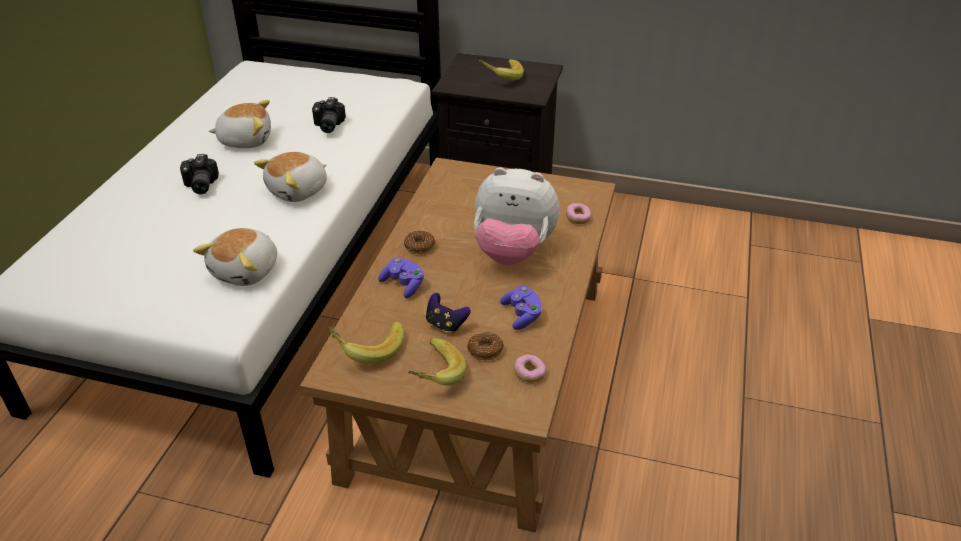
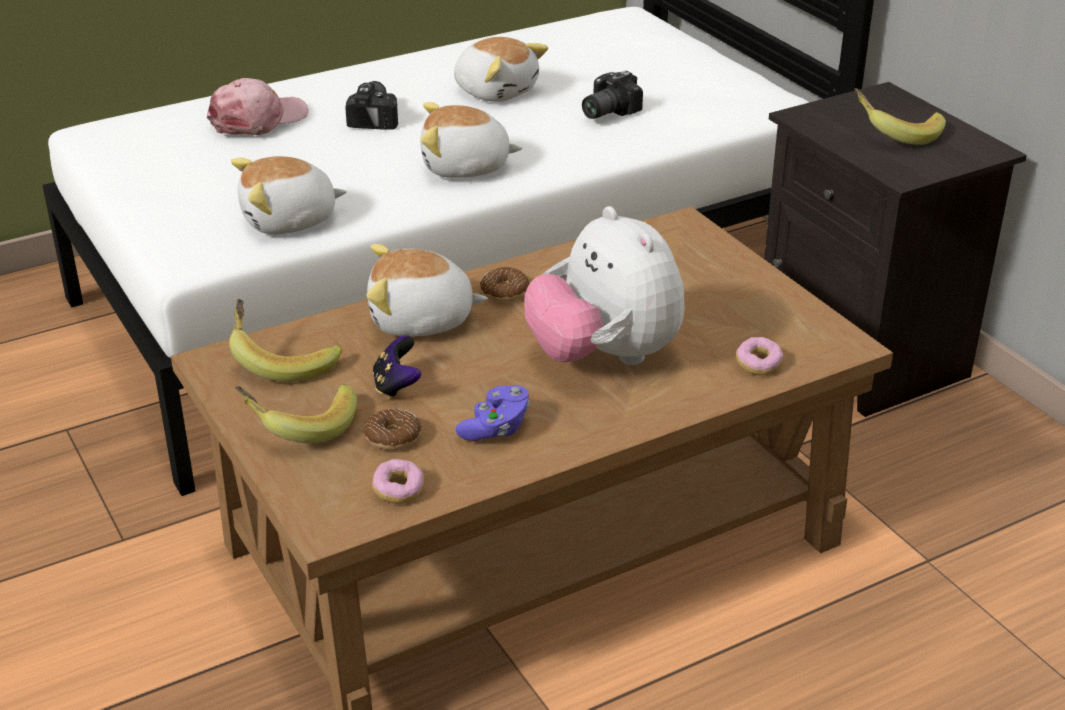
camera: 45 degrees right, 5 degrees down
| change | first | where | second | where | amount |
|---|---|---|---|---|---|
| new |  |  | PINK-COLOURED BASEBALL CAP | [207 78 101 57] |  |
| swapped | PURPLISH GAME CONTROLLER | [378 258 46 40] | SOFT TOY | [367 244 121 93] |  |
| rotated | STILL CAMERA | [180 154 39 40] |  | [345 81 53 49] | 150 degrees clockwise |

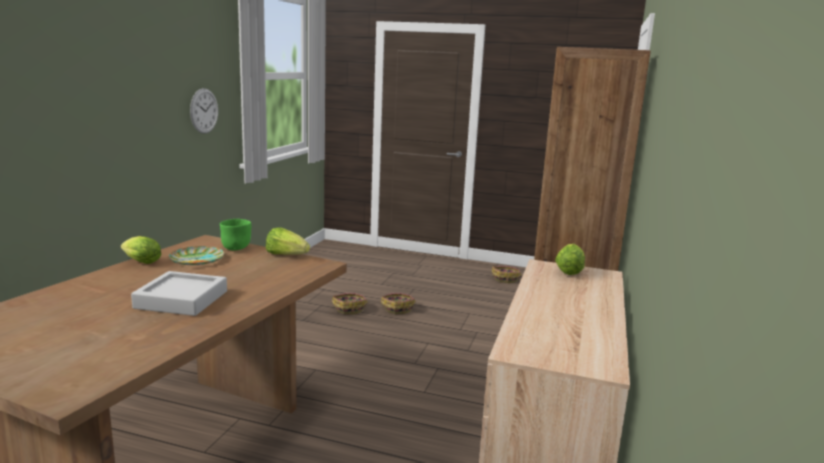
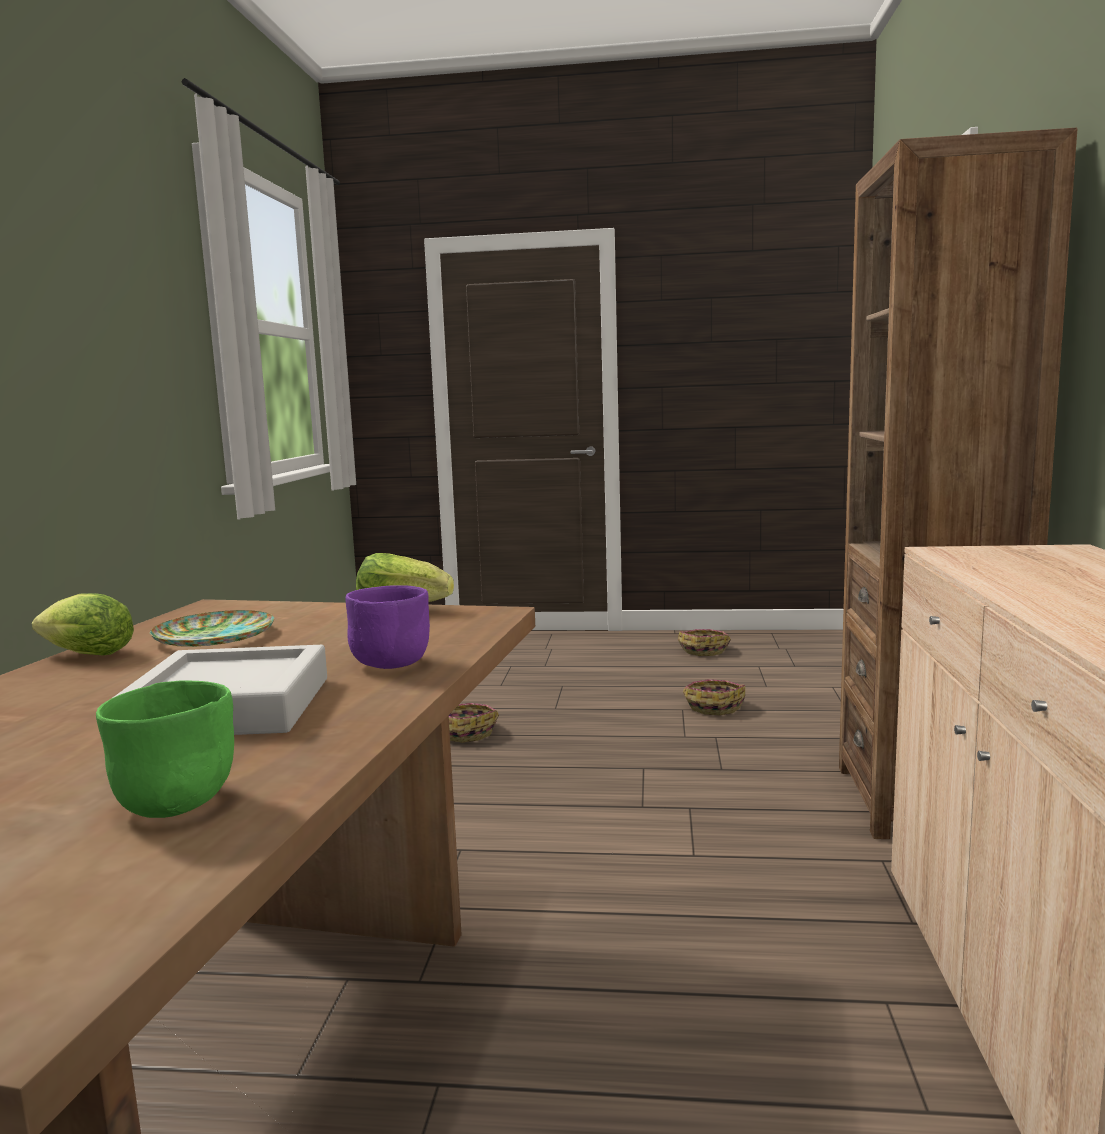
camera: 10 degrees left, 5 degrees down
| change | first | where | second | where | amount |
|---|---|---|---|---|---|
| gone | HANGING CLOCK | [190 88 28 46] |  |  |  |
| gone | HEAD OF LETTUCE | [555 244 30 31] |  |  |  |
| new |  |  | PURPLISH DEEP DISH | [346 585 84 84] |  |
| shifted | GREEN DEEP DISH | [220 219 31 32] |  | [96 680 138 138] |  |
| shifted | STORAGE BASKET | [381 293 35 21] |  | [683 679 62 36] |  |

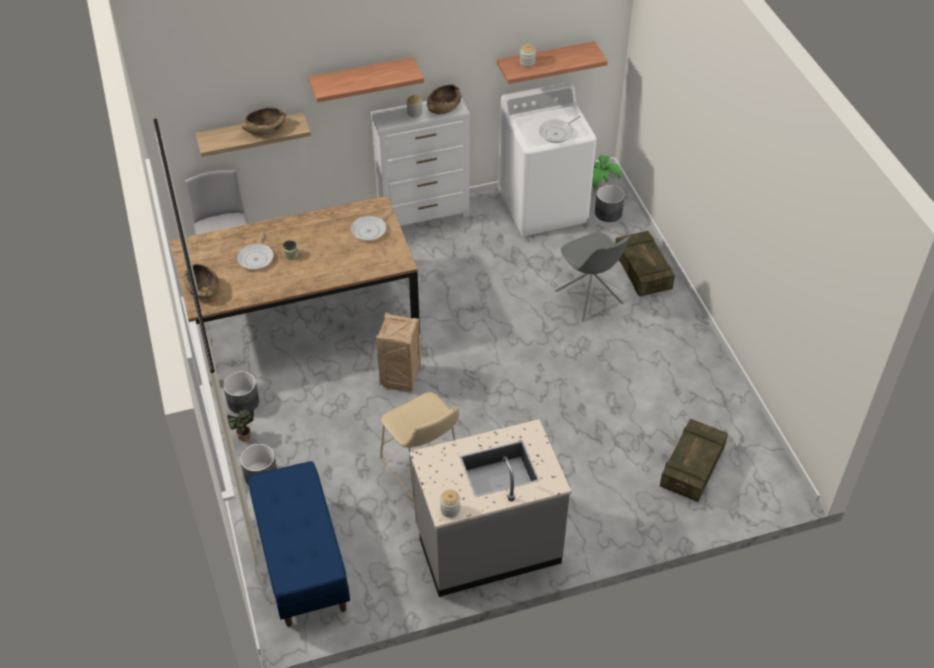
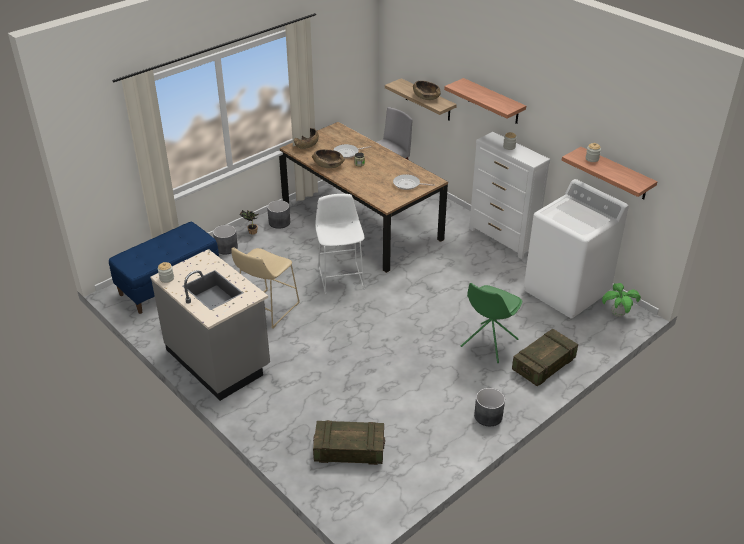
camera: 65 degrees right, 10 degrees down
| change | first | where | second | where | amount |
|---|---|---|---|---|---|
| gone | SKILLET | [539 116 42 27] |  |  |  |
| shifted | BROWN-COLOURED DEEP DISH | [427 85 34 29] |  | [312 149 33 19] |  |
| shifted | GREYISH FLOWER POT | [595 185 30 37] |  | [474 388 31 38] |  |
| swapped | CRATE | [376 313 45 79] | WHITISH STOOL SEAT | [315 194 50 101] |  |
| repainted | GREYISH CHAIR | [556 233 73 88] | GREEN CHAIR | [461 283 61 80] |  |

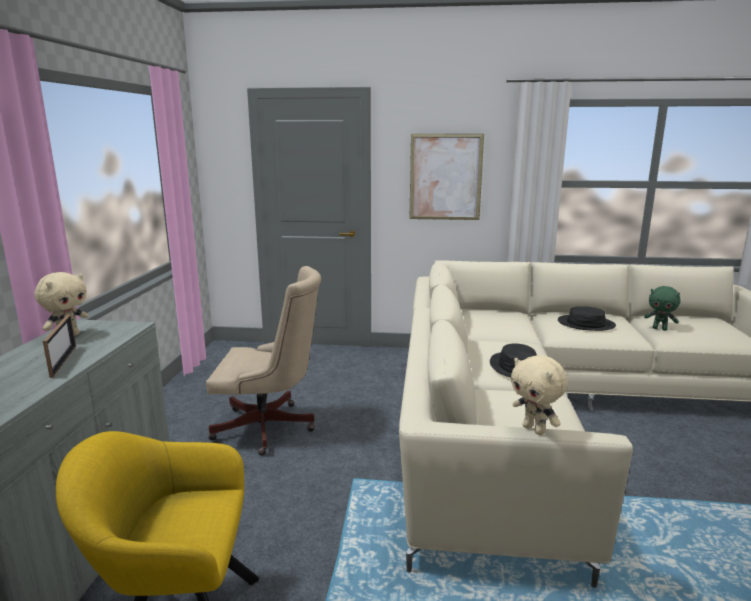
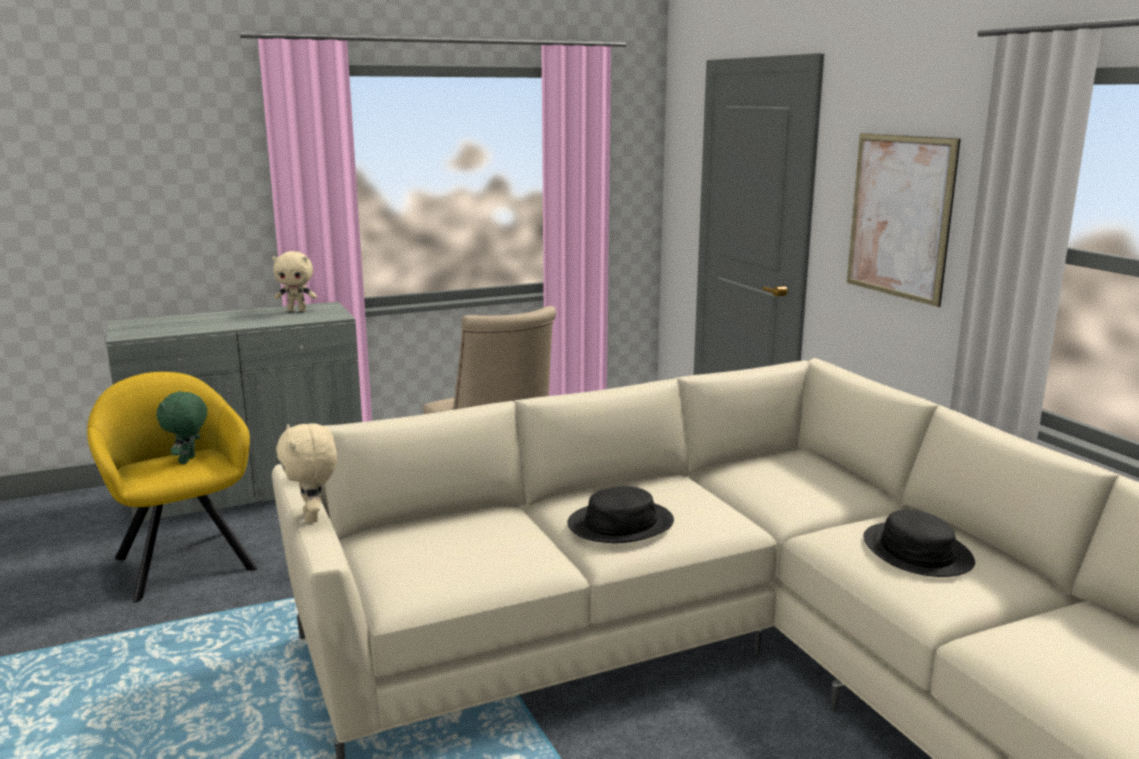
camera: 60 degrees right, 0 degrees up
| change | first | where | second | where | amount |
|---|---|---|---|---|---|
| gone | STANDING FRAME | [43 315 33 63] |  |  |  |
| shifted | GREEN SOFT TOY | [644 286 37 45] |  | [157 391 50 73] |  |
| rotated | BEIGE-COLOURED SOFT TOY | [511 355 57 80] |  | [276 423 61 100] | 45 degrees counterclockwise |

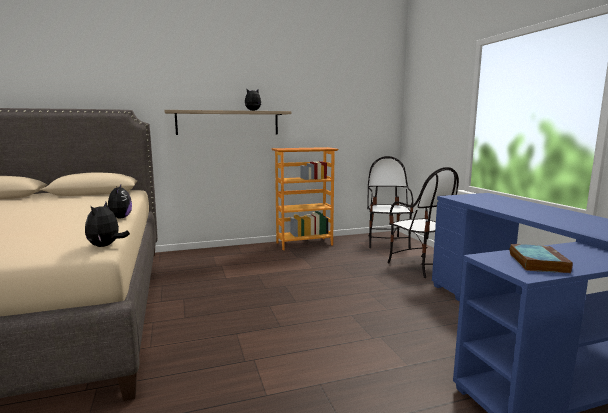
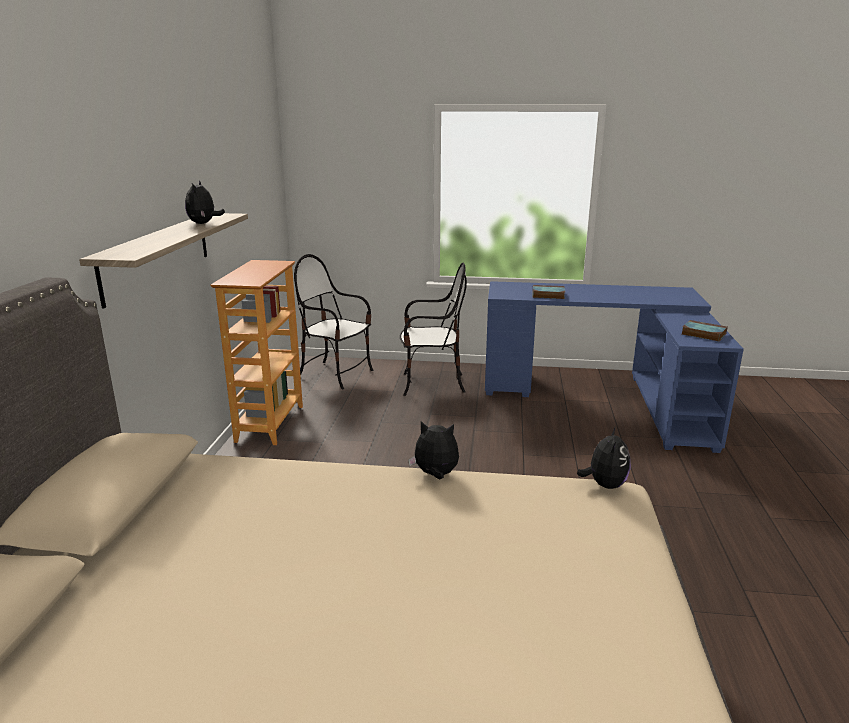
camera: 65 degrees left, 10 degrees up
| change | first | where | second | where | amount |
|---|---|---|---|---|---|
| new |  |  | VOLUME | [532 285 33 14] |  |
| rotated | SOFT TOY | [85 202 45 45] |  | [577 426 54 63] | 105 degrees counterclockwise |

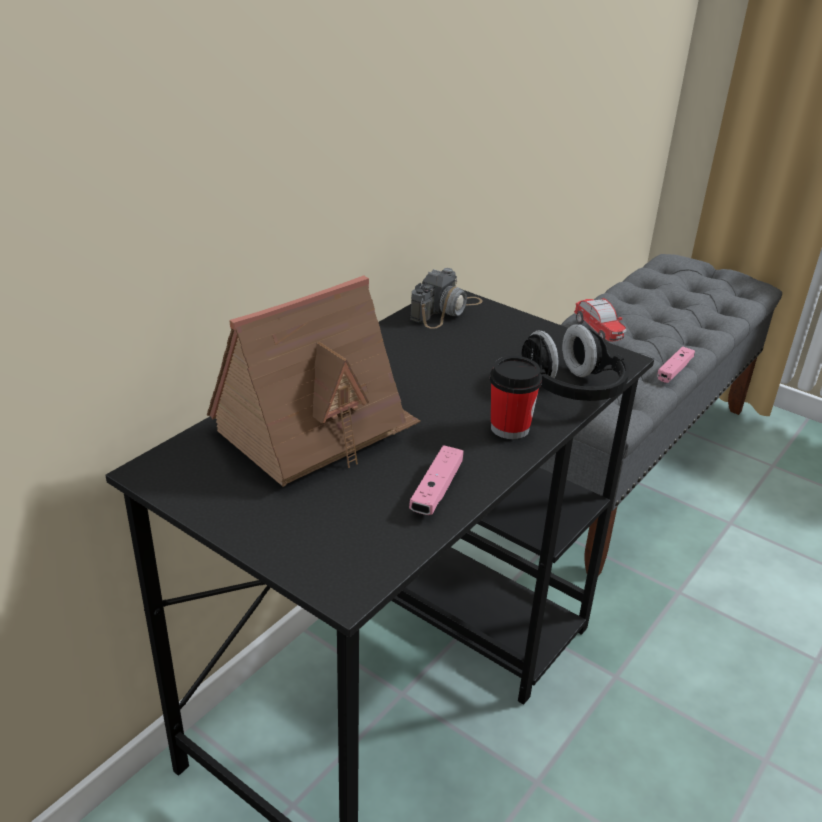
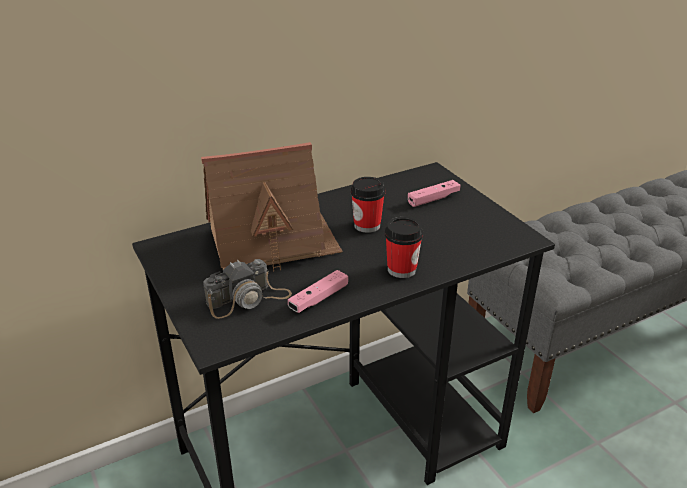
camera: 25 degrees right, 0 degrees up
| change | first | where | second | where | amount |
|---|---|---|---|---|---|
| gone | BLACK-COLOURED PAIR OF HEADPHONES | [522 324 107 77] |  |  |  |
| gone | TOY CAR | [574 298 53 43] |  |  |  |
| new |  |  | CUP | [351 177 34 56] |  |
| shifted | STILL CAMERA | [410 268 73 61] |  | [203 259 89 60] |  |
| shifted | PINK-COLOURED GAME CONTROLLER | [657 347 38 36] |  | [408 180 53 27] |  |

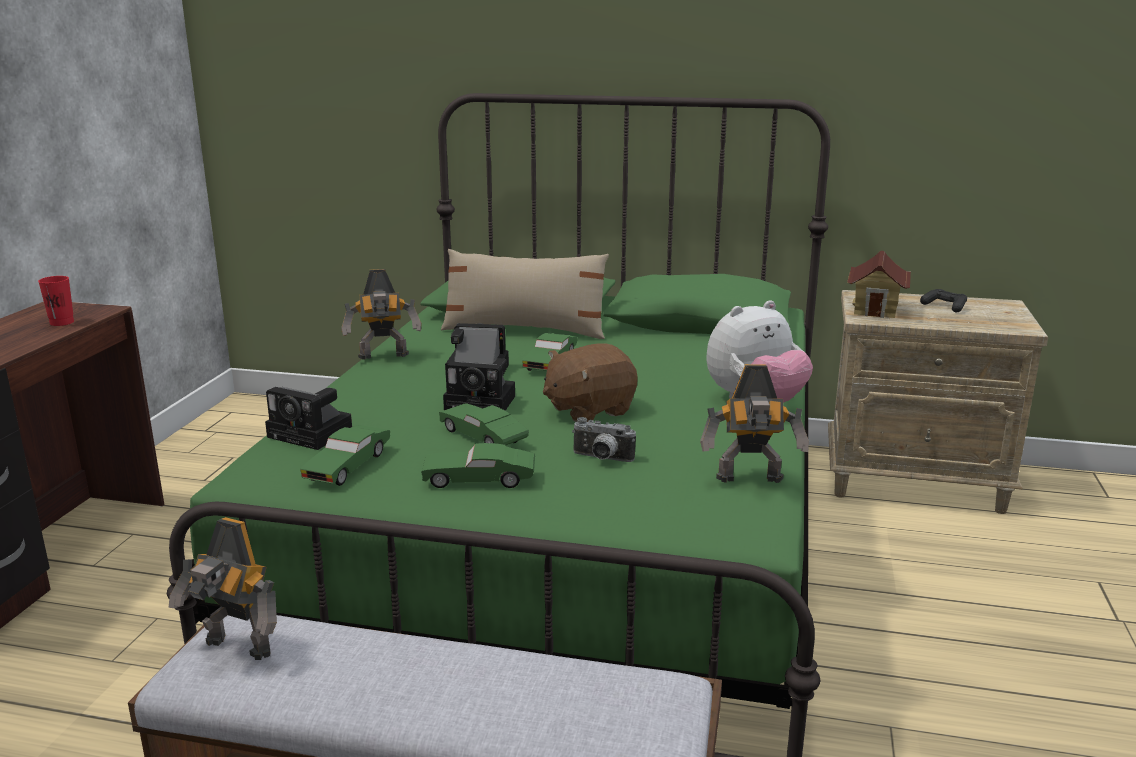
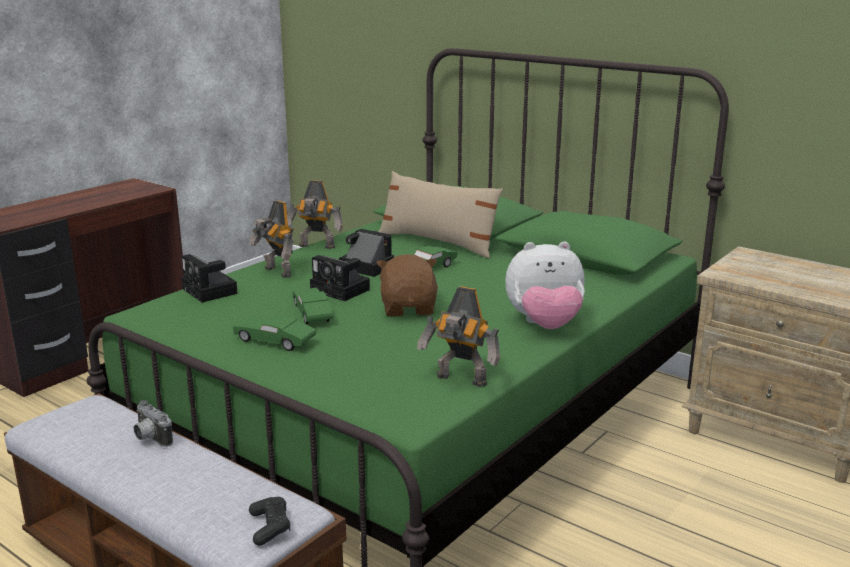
camera: 25 degrees right, 0 degrees up
| change | first | where | second | where | amount |
|---|---|---|---|---|---|
| gone | RED CUP | [38 276 36 50] |  |  |  |
| gone | GREEN TOY CAR | [300 425 90 61] |  |  |  |
| gone | MINIATURE HOUSE | [847 251 64 67] |  |  |  |
| shifted | ROBOT FIGURE | [169 517 108 143] |  | [249 201 45 77] |  |
| shifted | STILL CAMERA | [572 417 64 45] |  | [134 400 39 47] |  |
| shifted | BLACK-COLOURED GAME CONTROLLER | [920 289 47 24] |  | [249 497 41 49] |  |
| rotated | BROWN-COLOURED SOFT TOY | [543 343 95 79] |  | [376 254 62 63] | 90 degrees clockwise |

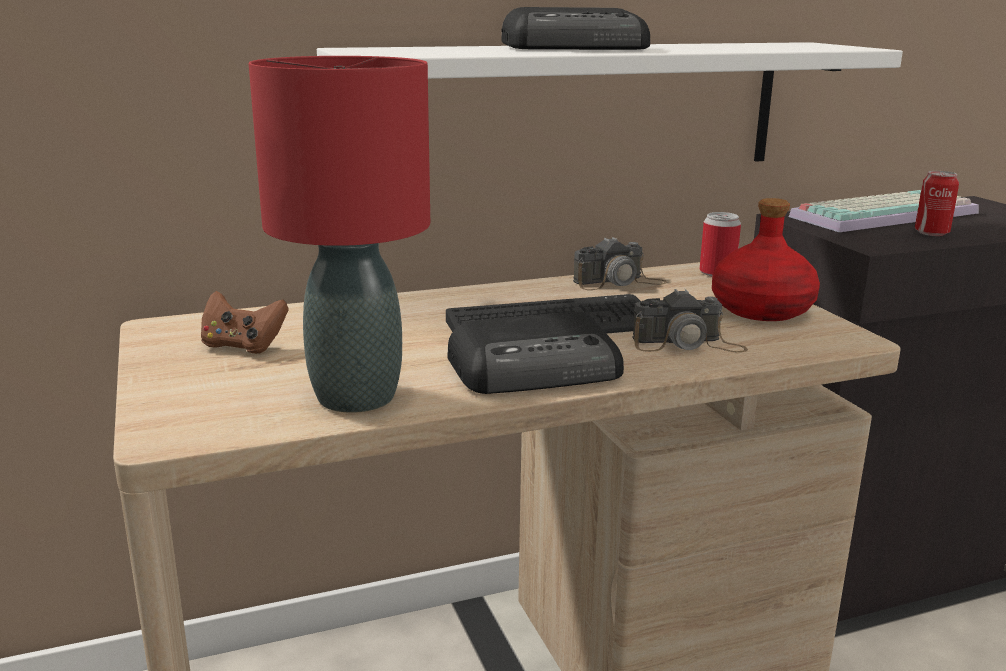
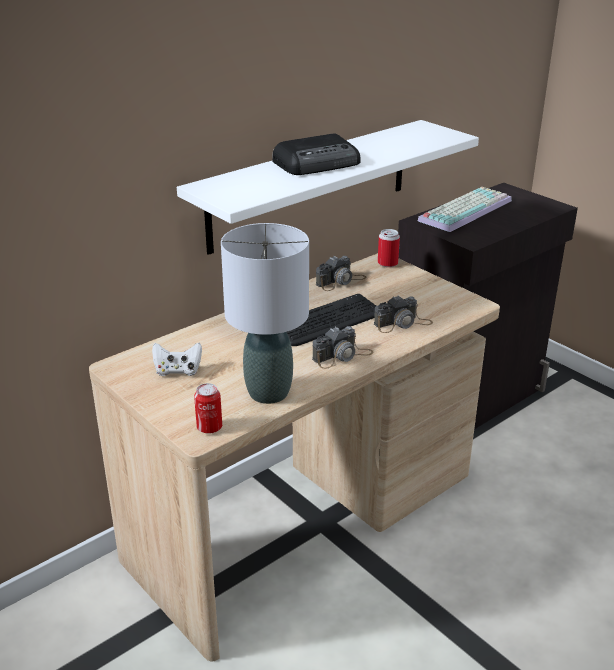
camera: 20 degrees left, 10 degrees up
| change | first | where | second | where | amount |
|---|---|---|---|---|---|
| gone | RED DRINK BOTTLE | [712 198 108 123] |  |  |  |
| shifted | METAL CAN | [915 171 44 65] |  | [194 383 28 51] |  |
| swapped | RADIO SET | [447 312 177 82] | STILL CAMERA | [312 326 61 43] |  |
| repainted | BROWN-COLOURED GAME CONTROLLER | [201 291 88 63] | WHITISH GAME CONTROLLER | [152 343 50 33] |  |
| repainted | RED LAMP FOR A TABLE | [248 56 182 357] | GREYISH LAMP FOR A TABLE | [221 223 88 181] |  |

